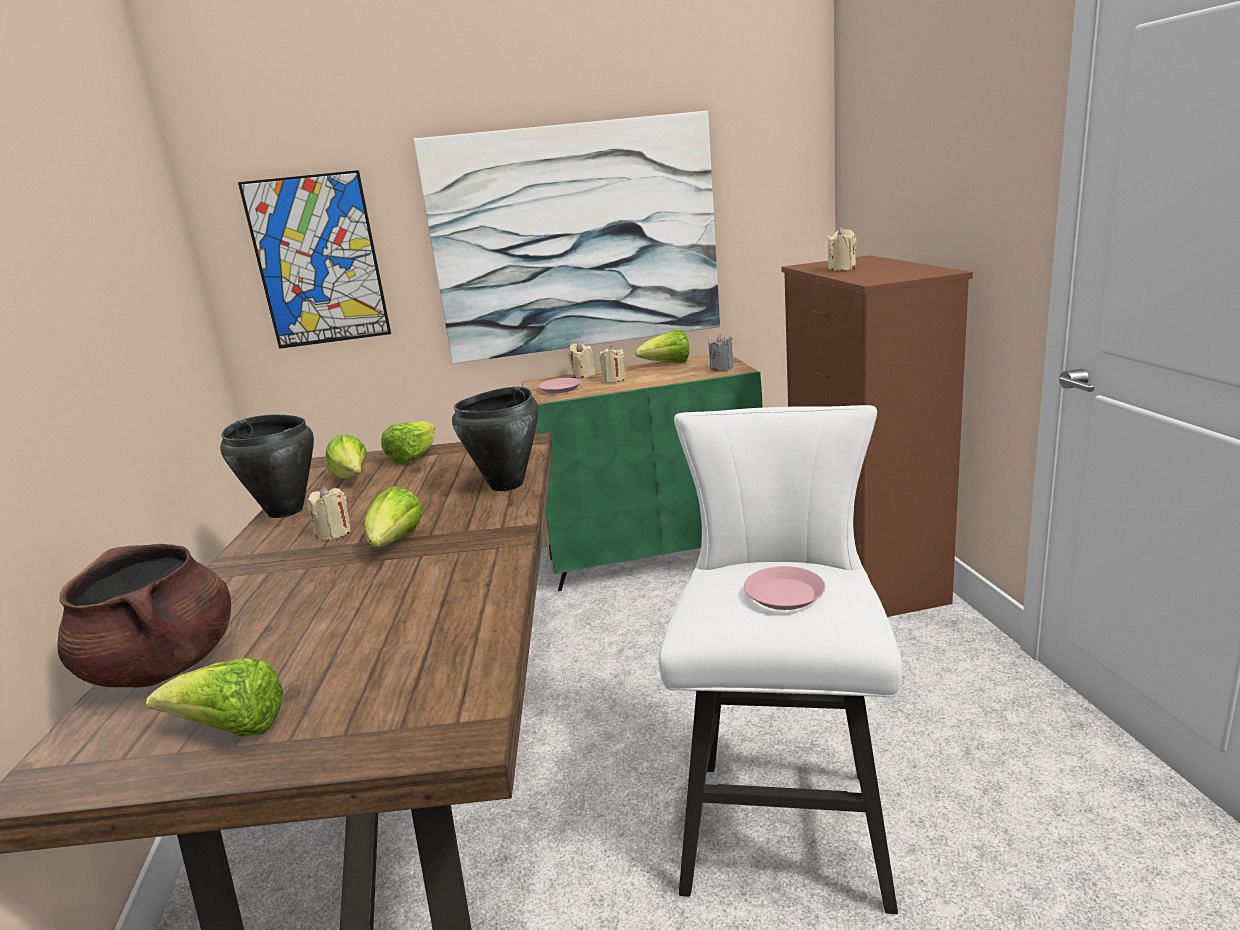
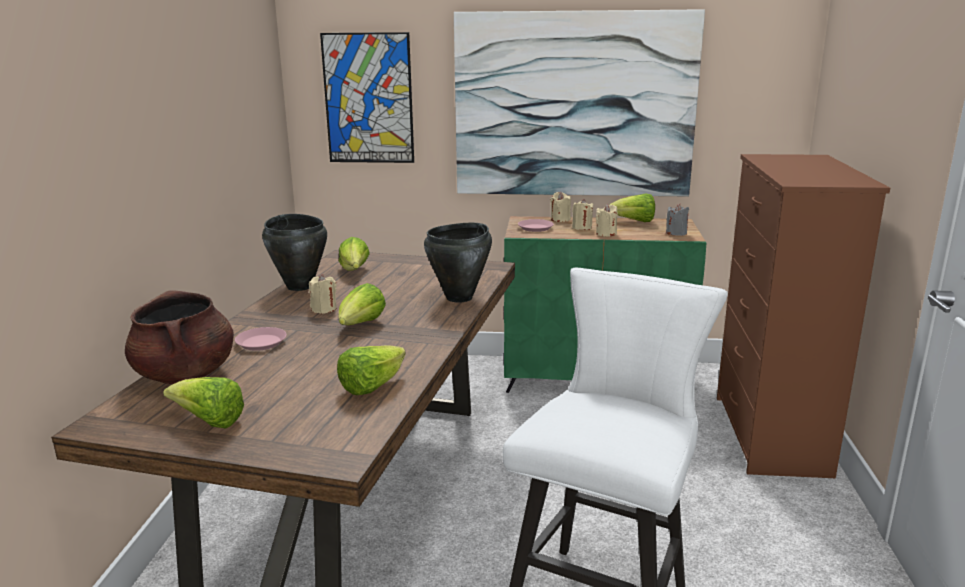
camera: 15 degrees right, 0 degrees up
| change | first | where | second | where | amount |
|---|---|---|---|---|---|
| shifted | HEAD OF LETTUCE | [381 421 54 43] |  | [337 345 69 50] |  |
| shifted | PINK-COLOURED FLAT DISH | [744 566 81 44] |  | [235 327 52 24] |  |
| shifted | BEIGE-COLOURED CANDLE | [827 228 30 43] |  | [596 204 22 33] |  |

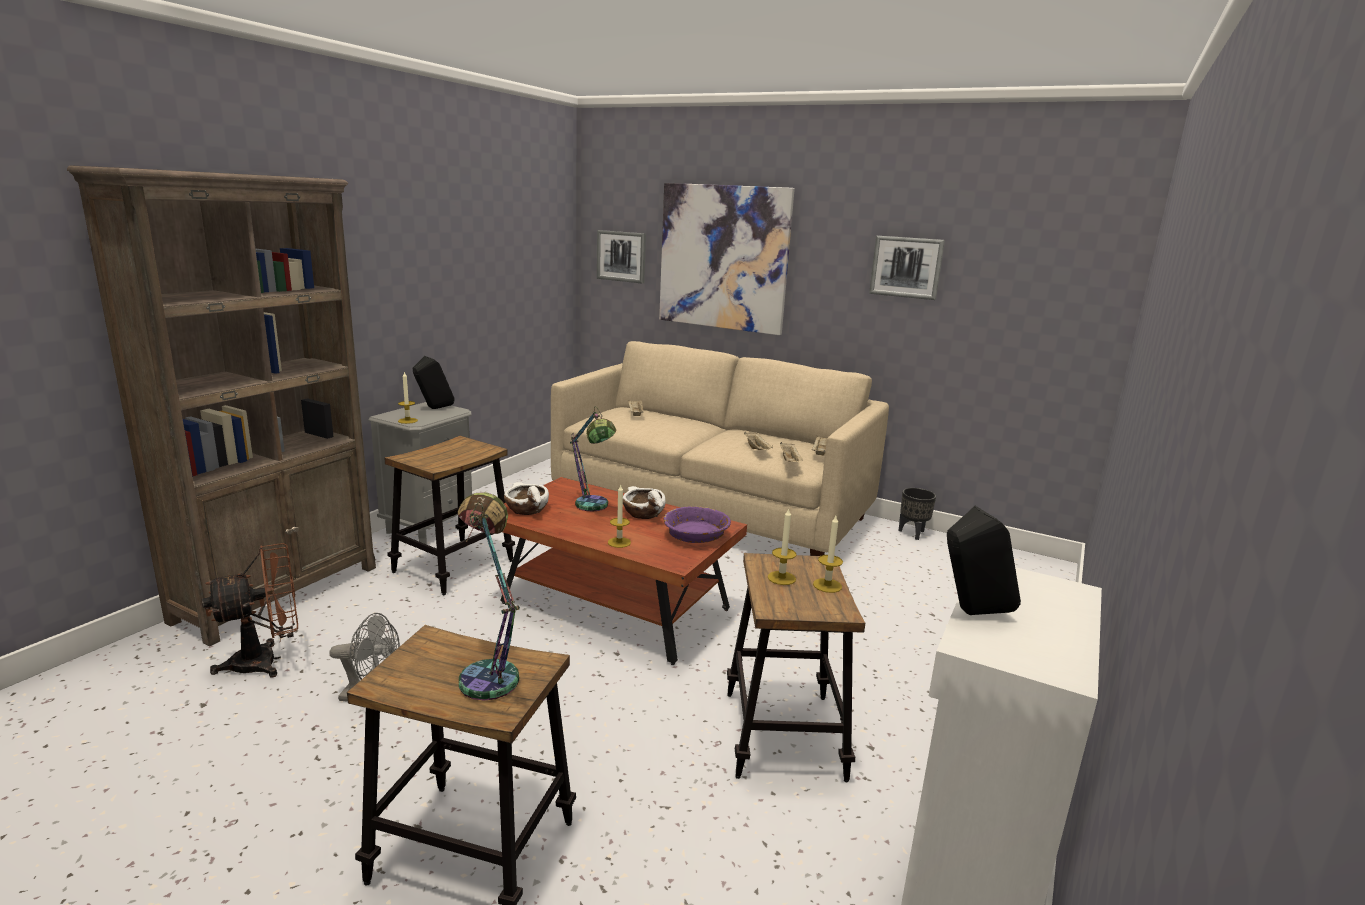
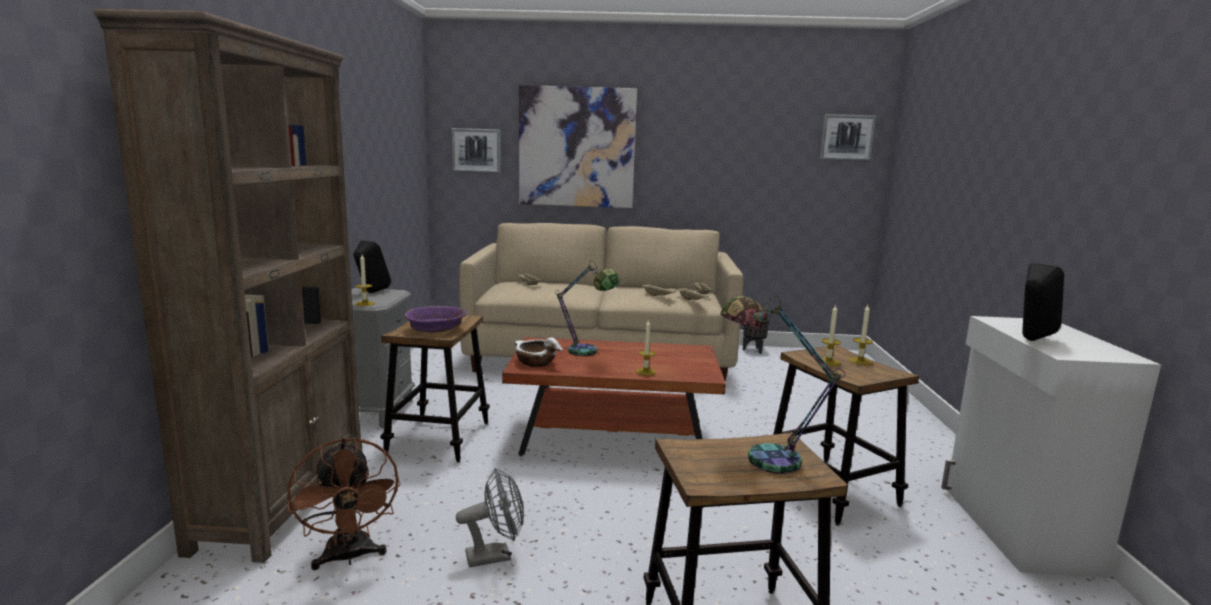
camera: 25 degrees left, 5 degrees down
| change | first | where | second | where | amount |
|---|---|---|---|---|---|
| gone | WHITISH DEEP DISH | [623 486 43 33] |  |  |  |
| shifted | PURPLISH DEEP DISH | [664 506 67 37] |  | [404 306 62 26] |  |
| shifted | PICTURE | [869 236 76 64] |  | [819 114 58 47] |  |
| rotated | BROWN-COLOURED COOLING FAN | [202 543 96 134] |  | [287 438 113 132] | 120 degrees clockwise |

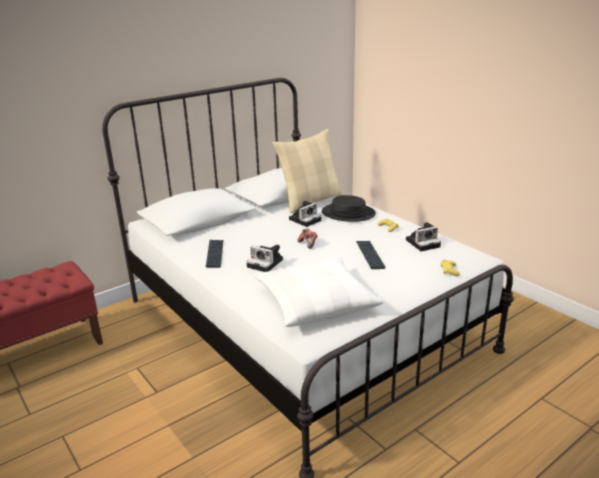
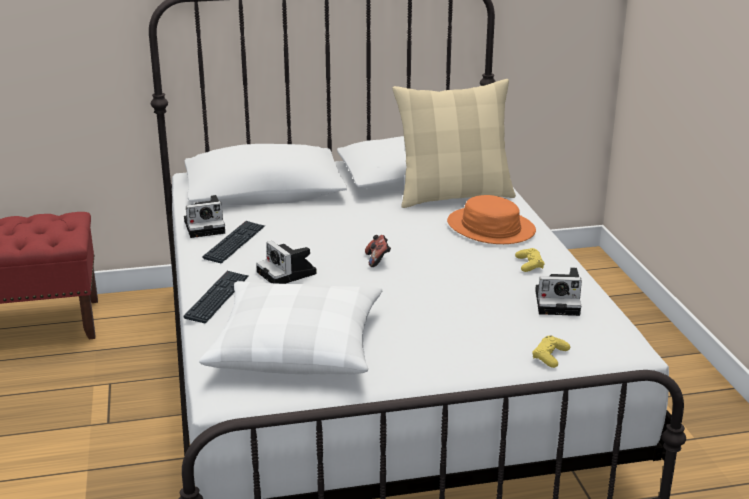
camera: 25 degrees right, 0 degrees up
| change | first | where | second | where | amount |
|---|---|---|---|---|---|
| shifted | STILL CAMERA | [289 201 32 26] |  | [184 195 41 43] |  |
| shifted | PC KEYBOARD | [356 241 30 28] |  | [183 271 66 52] |  |
| repainted | BLACK-COLOURED WEARABLE HAT | [322 195 54 27] | ORANGE WEARABLE HAT | [447 195 89 49] |  |

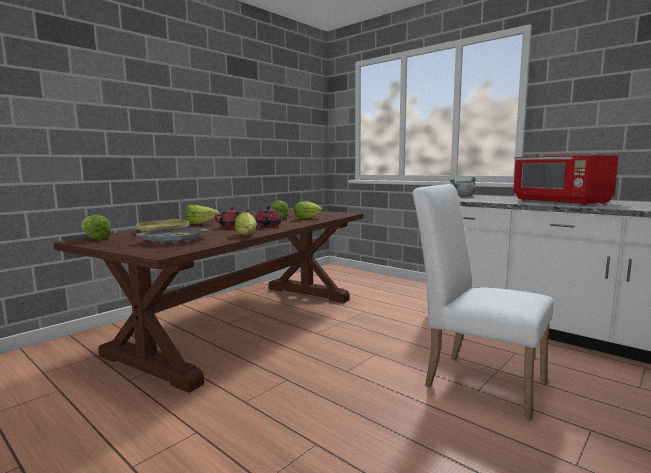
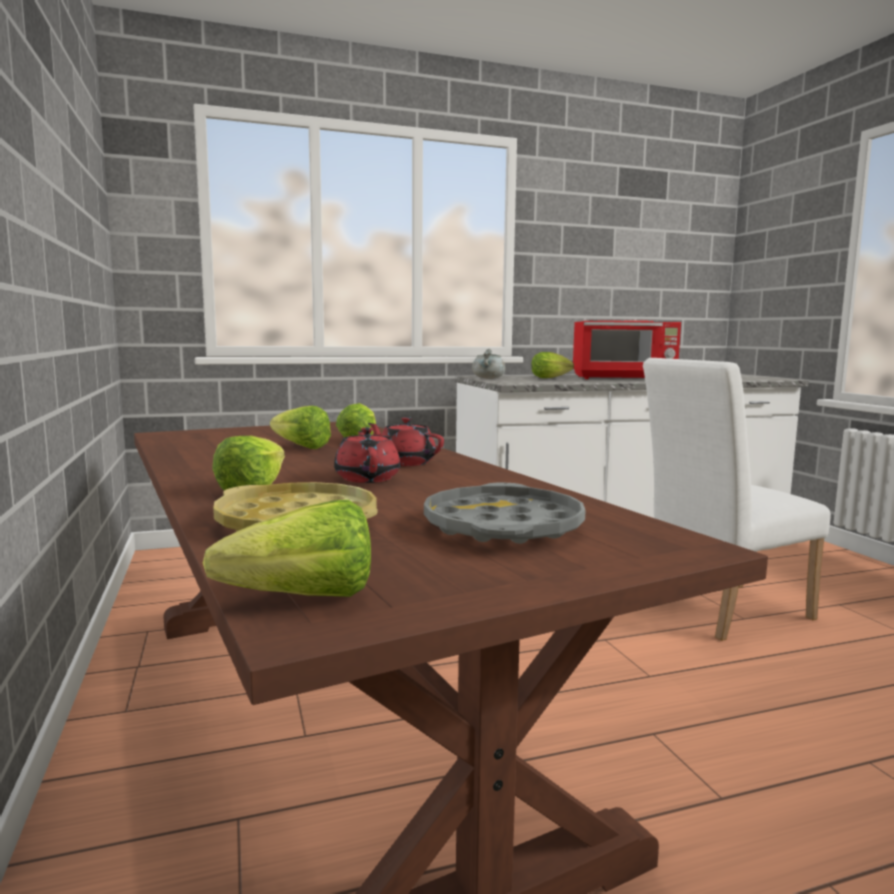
camera: 60 degrees left, 0 degrees up
| change | first | where | second | where | amount |
|---|---|---|---|---|---|
| shifted | HEAD OF LETTUCE | [235 212 22 23] |  | [531 352 43 26] |  |

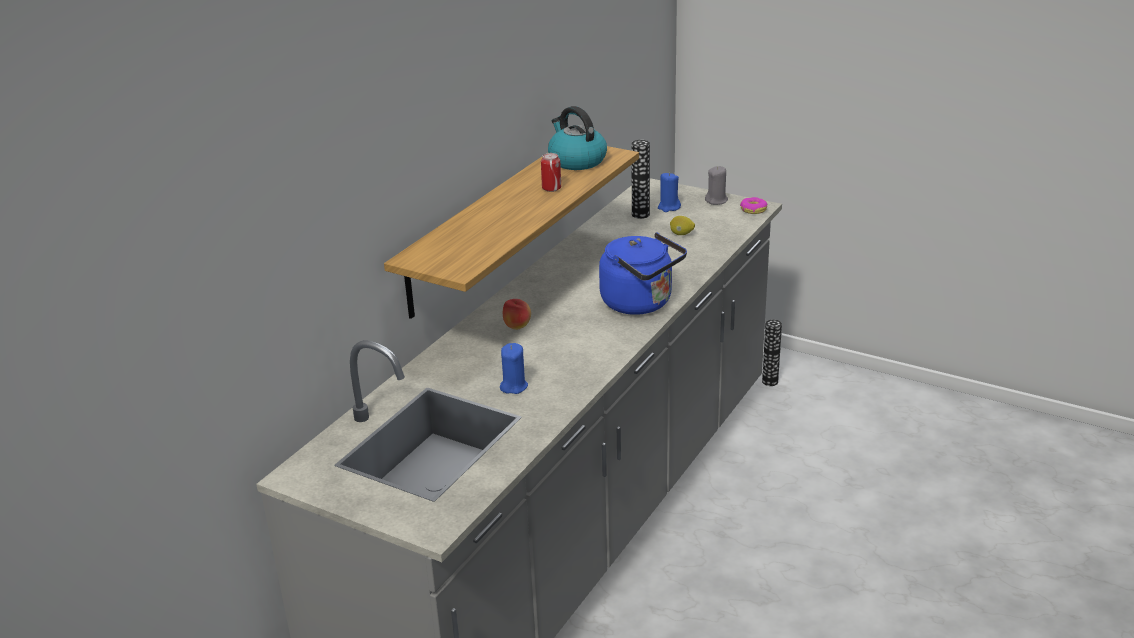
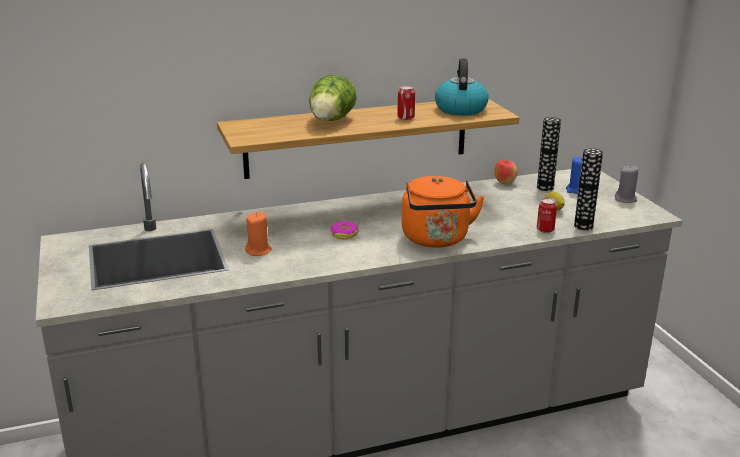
camera: 40 degrees right, 5 degrees down
| change | first | where | second | where | amount |
|---|---|---|---|---|---|
| new |  |  | HEAD OF LETTUCE | [309 75 48 46] |  |
| new |  |  | METAL CAN | [537 198 20 35] |  |
| shifted | APPLE | [503 299 28 31] |  | [494 160 24 24] |  |
| shifted | RING DOUGHNUT | [740 197 27 17] |  | [330 221 29 18] |  |
| shifted | DECORATIVE VASE | [762 319 20 67] |  | [574 148 29 82] |  |
| repainted | BLUE CANDLE | [500 343 28 51] | ORANGE CANDLE | [245 212 27 44] |  |
| repainted | BLUE WATER KETTLE | [599 232 88 83] | ORANGE WATER KETTLE | [402 176 83 71] |  |

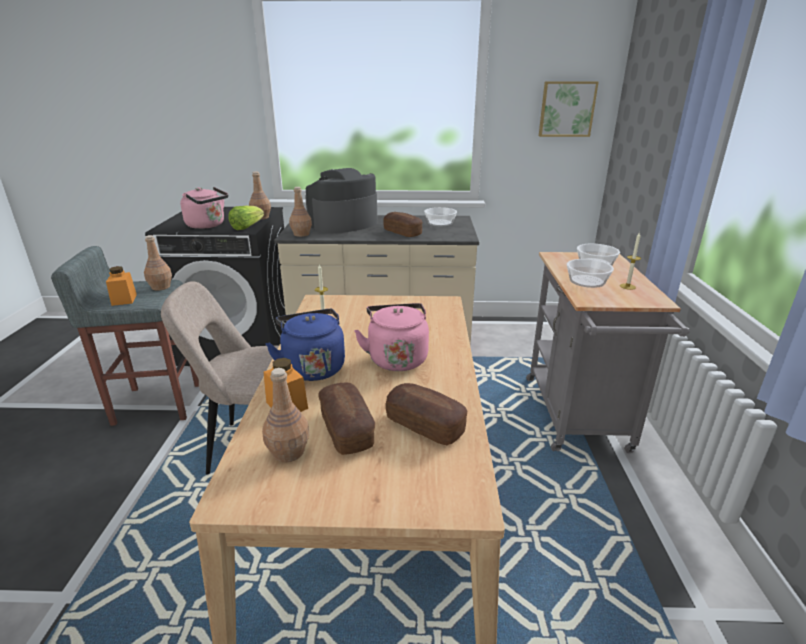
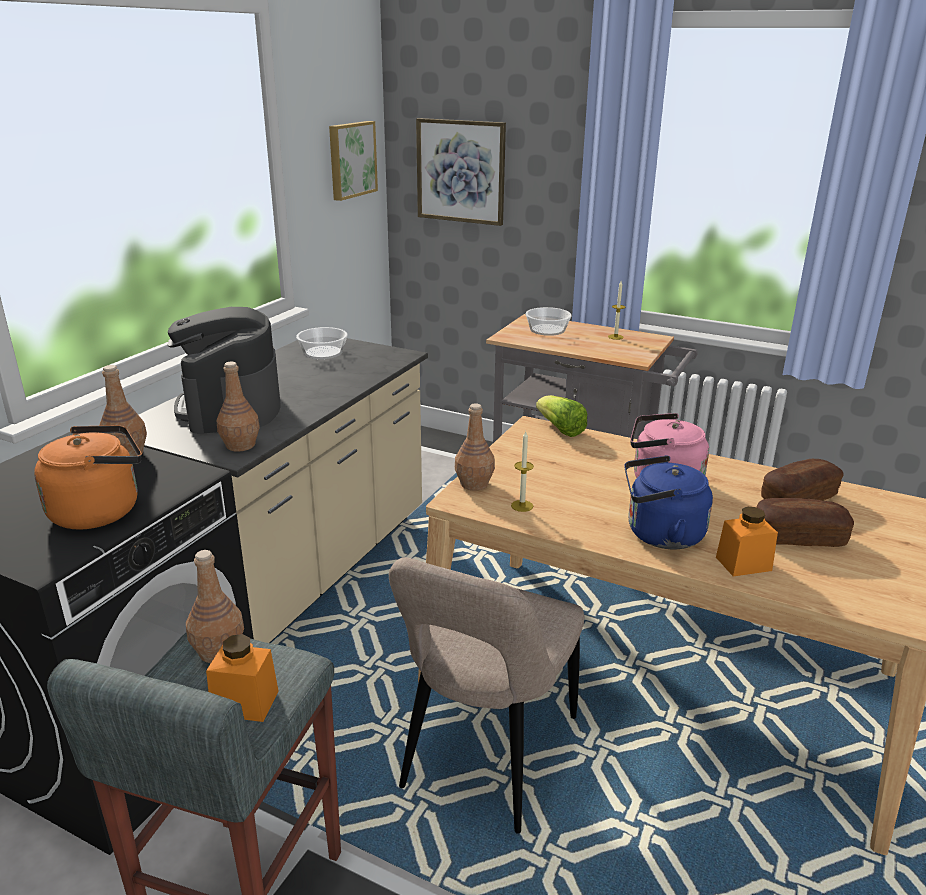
camera: 65 degrees left, 0 degrees up
| change | first | where | second | where | amount |
|---|---|---|---|---|---|
| gone | BREAD | [383 212 40 25] |  |  |  |
| gone | DEEP DISH | [567 259 47 29] |  |  |  |
| new |  |  | PICTURE | [416 118 90 108] |  |
| shifted | HEAD OF LETTUCE | [228 206 36 24] |  | [536 395 51 42] |  |
| shifted | BROWN-COLOURED DRINK BOTTLE | [262 368 47 94] |  | [455 403 40 88] |  |
| repainted | PINK-COLOURED WATER KETTLE | [180 187 48 42] | ORANGE WATER KETTLE | [34 425 108 105] |  |

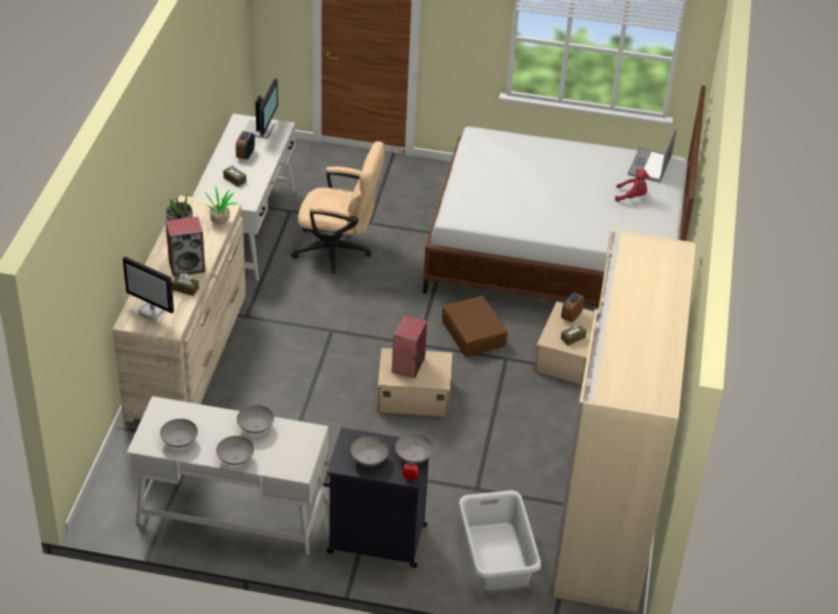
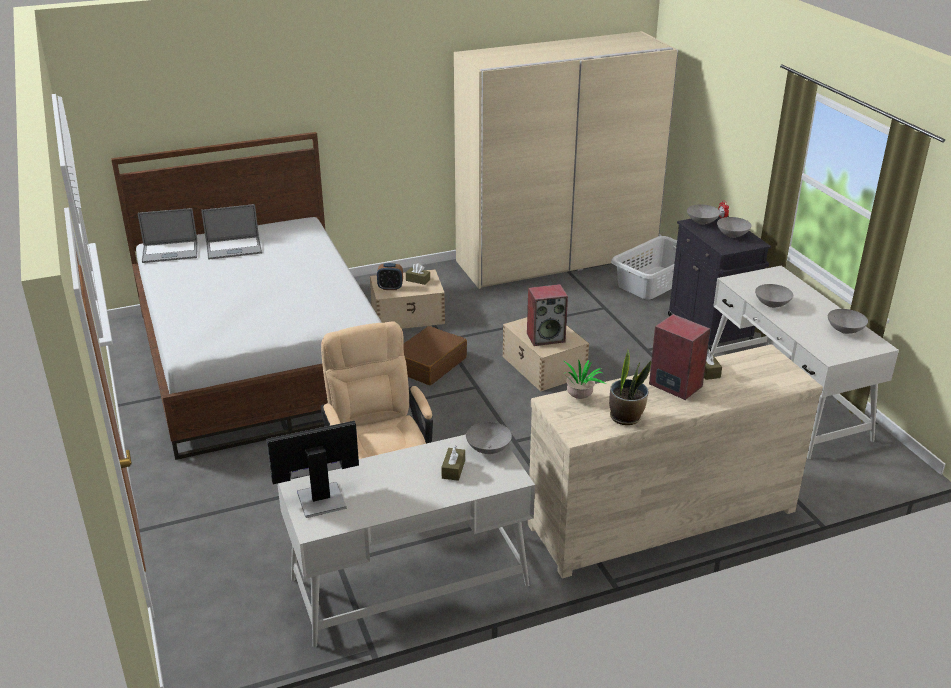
camera: 120 degrees left, 10 degrees down
| change | first | where | second | where | amount |
|---|---|---|---|---|---|
| gone | COMPUTER DISPLAY | [123 257 51 63] |  |  |  |
| gone | TABLE CLOCK | [236 131 19 29] |  |  |  |
| shifted | GREYISH DEEP DISH | [216 436 38 29] |  | [466 422 46 32] |  |
| swapped | RED SOFT TOY | [615 169 35 33] | PORTABLE COMPUTER | [201 204 61 56] |  |

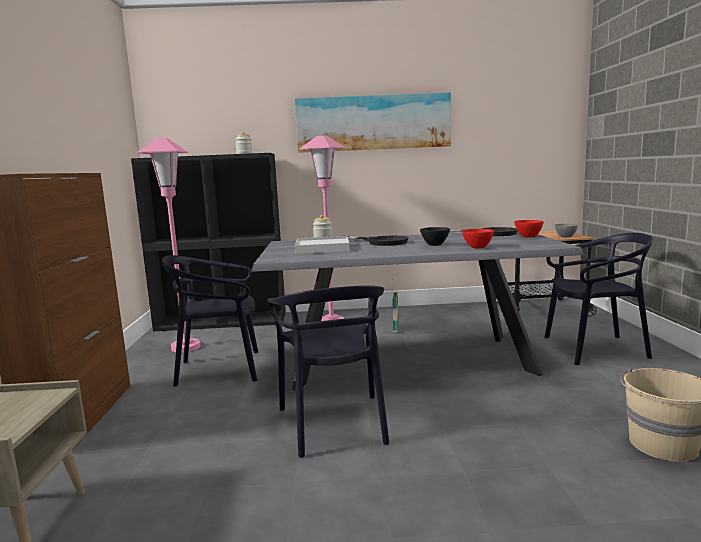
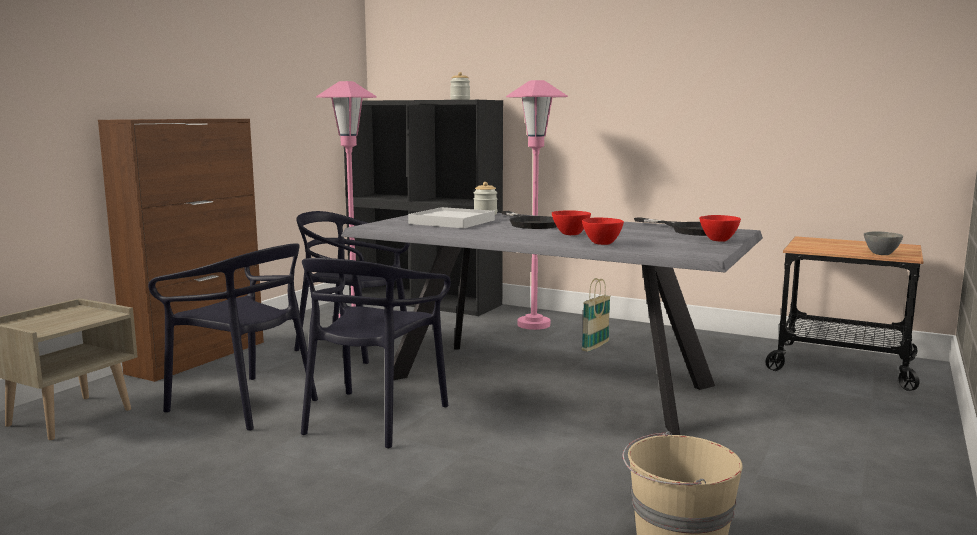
camera: 30 degrees right, 0 degrees up
| change | first | where | second | where | amount |
|---|---|---|---|---|---|
| gone | PICTURE | [295 92 156 61] |  |  |  |
| shifted | BLACK-COLOURED CHAIR | [544 233 109 132] |  | [148 243 170 188] |  |
| repainted | BLACK-COLOURED DEEP DISH | [420 227 30 19] | RED DEEP DISH | [552 210 39 25] |  |

